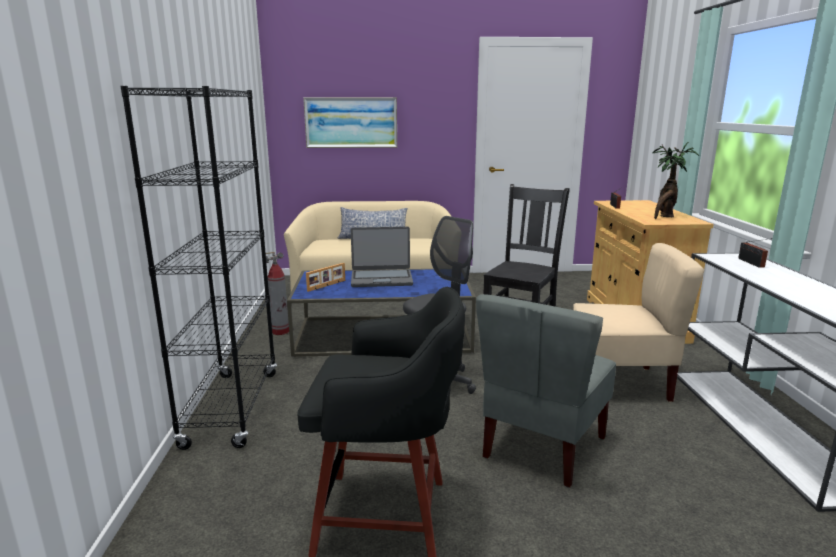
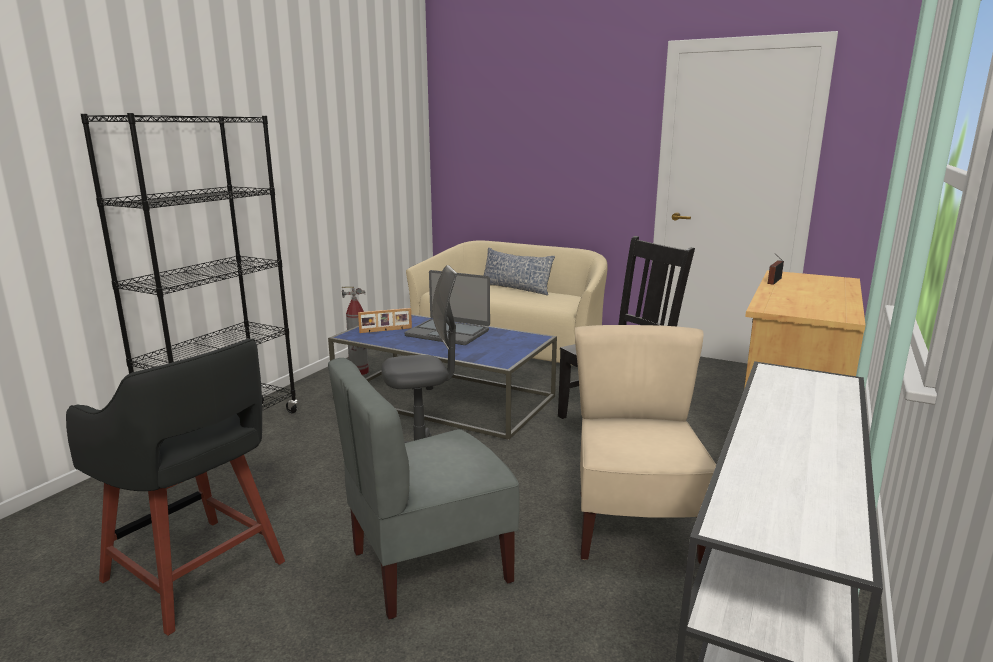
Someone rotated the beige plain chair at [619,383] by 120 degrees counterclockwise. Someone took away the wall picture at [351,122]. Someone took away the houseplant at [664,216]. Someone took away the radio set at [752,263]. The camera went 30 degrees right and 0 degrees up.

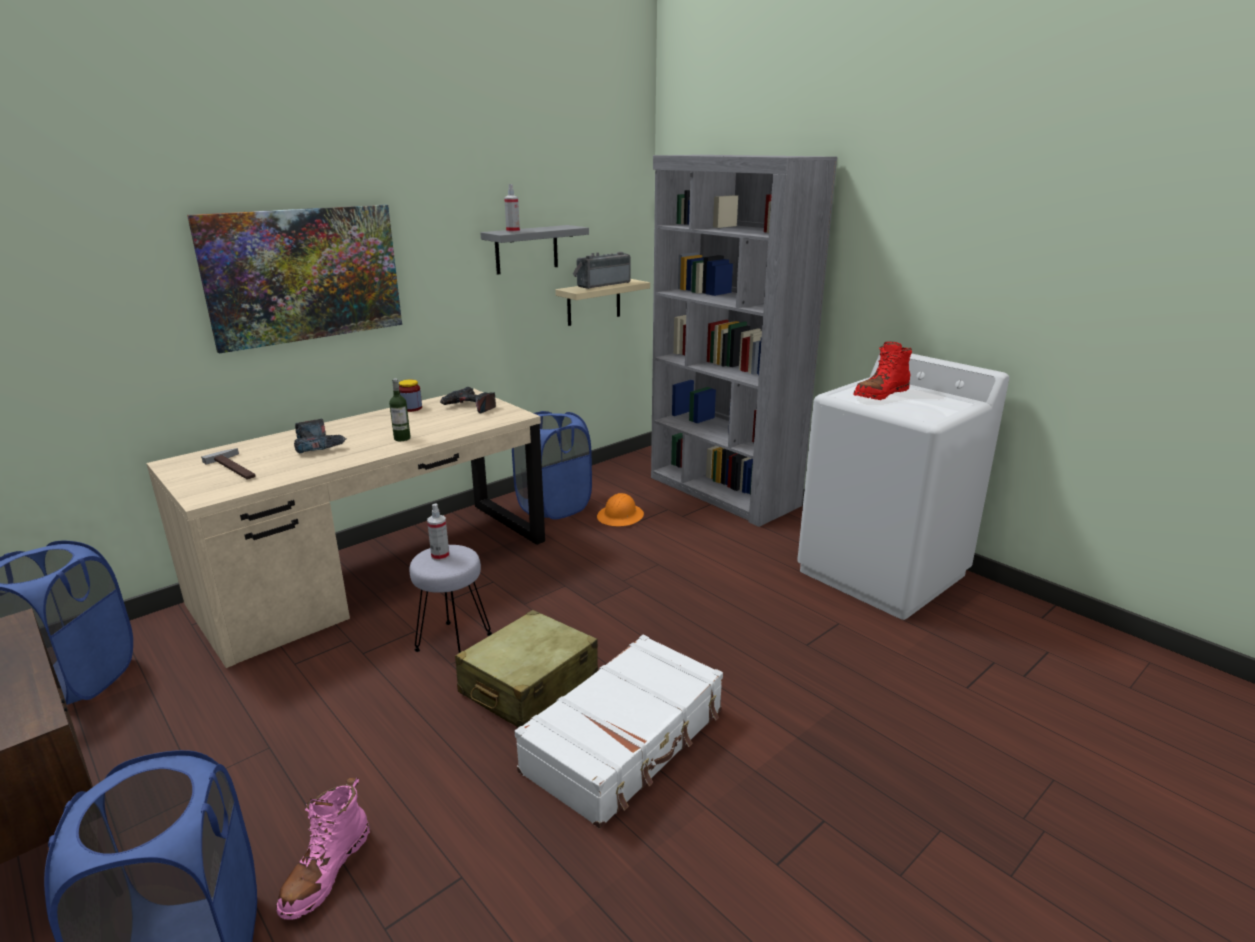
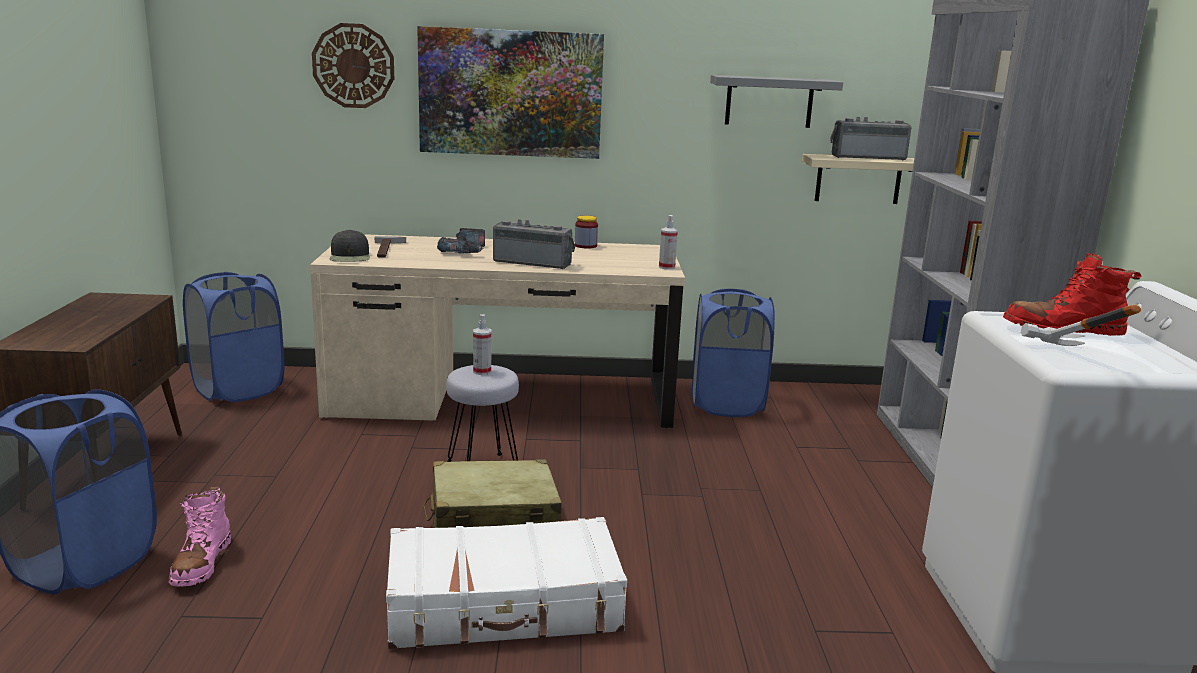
Someone rotated the pink-coloured tall boot at [326,871] by 60 degrees counterclockwise. Someone put up the wall clock at [353,66]. Someone put down the black peaked cap at [350,256]. Someone swapped the beverage bottle at [402,438] for the radio set at [533,262]. Someone carried the sprayer from [513,231] to [666,267]. Someone put down the hammer at [1067,358]. Someone took away the electric drill at [469,407]. Someone took away the orange hard hat at [620,517]. The camera went 40 degrees right and 5 degrees down.

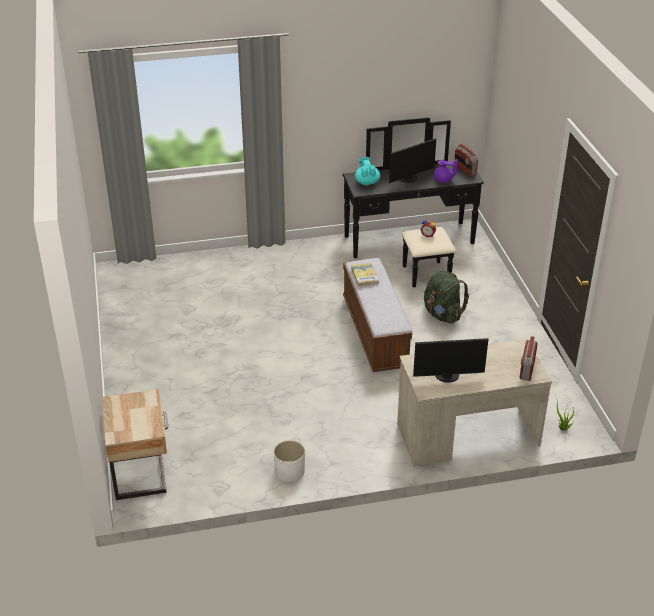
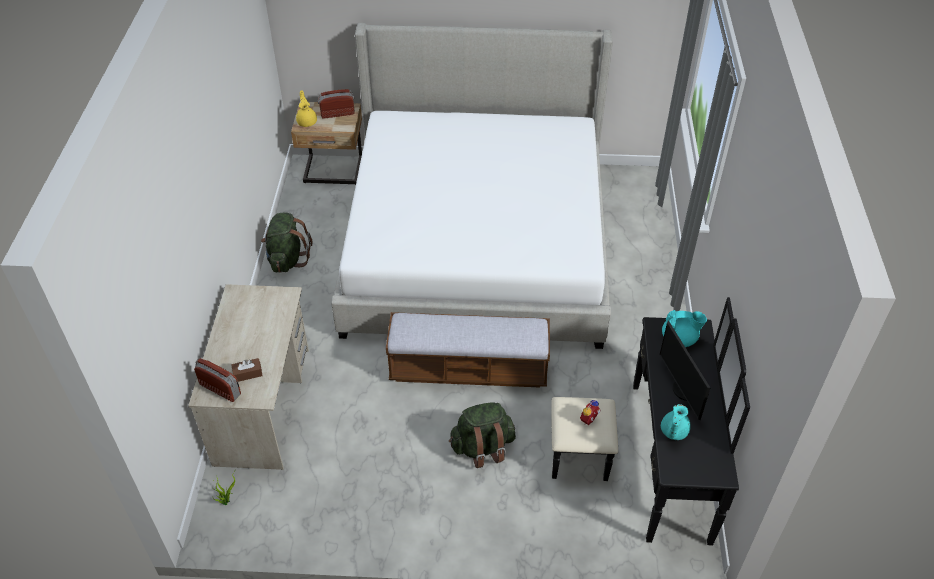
Someone put down the brown tissue box at [248,373]. Someone swapped the whitish flower pot at [290,471] for the green rucksack at [287,259]. Someone put down the yellow-coloured tea pot at [307,121]. Someone carried the radio set from [464,169] to [337,114]. Someone put down the bedroom bed at [476,245]. Someone repainted the purplish tea pot at [443,180], which became the turquoise tea pot at [673,431]. Someone took away the volume at [364,276]. Someone took away the computer screen at [447,376]. The camera went 105 degrees right and 10 degrees up.

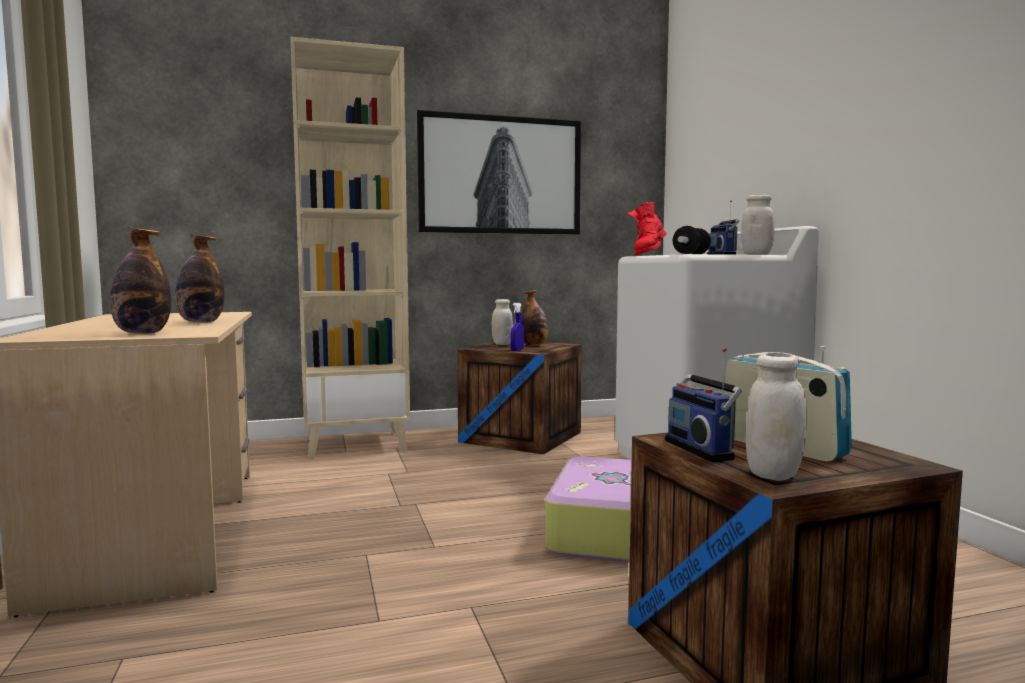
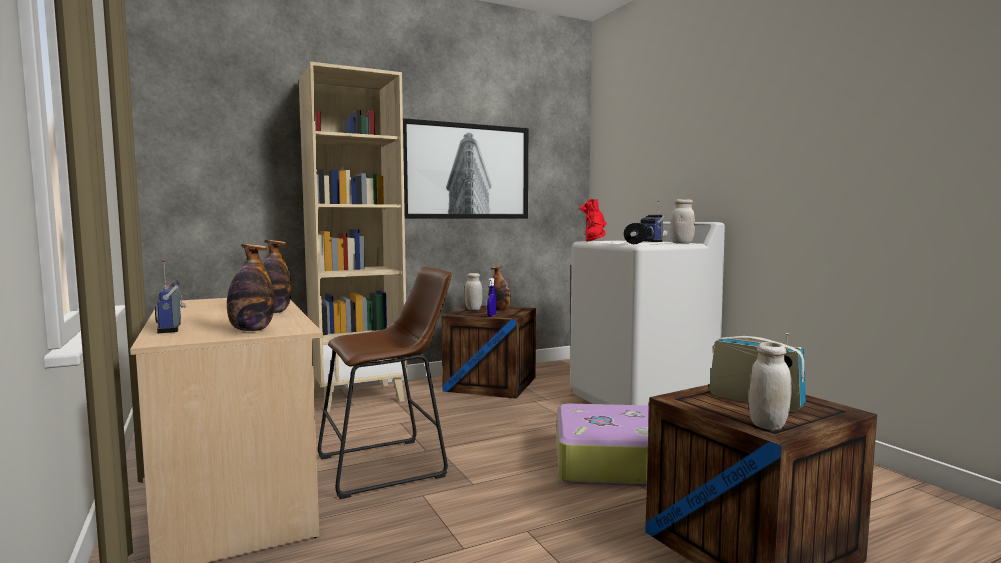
Someone carried the radio set from [702,449] to [172,327]. Someone put down the brown stool seat at [389,466]. The camera went 10 degrees left and 0 degrees up.

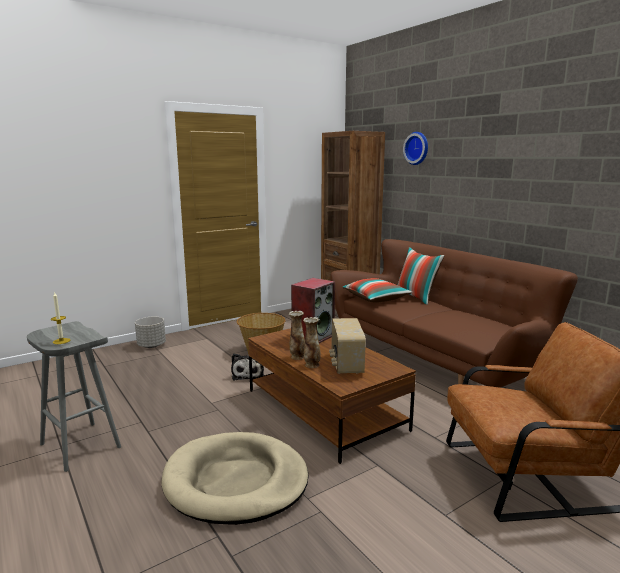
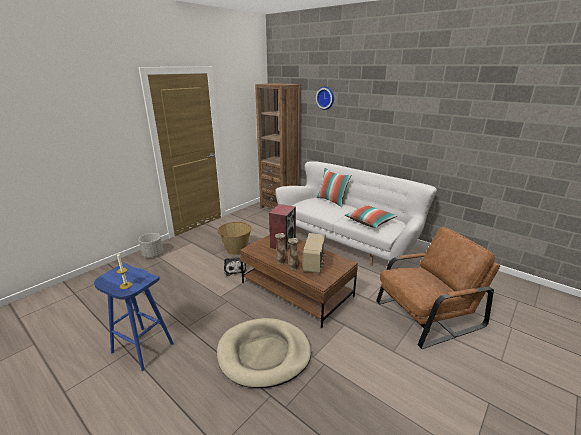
Someone repainted the grey stool seat at [79,445], which became the blue stool seat at [141,348]. Someone repainted the brown settee at [436,360], which became the whitish settee at [348,241]. Someone rotated the radio set at [346,364] by 150 degrees counterclockwise. Someone carried the throw pillow from [375,299] to [370,222]. The camera went 15 degrees left and 10 degrees up.

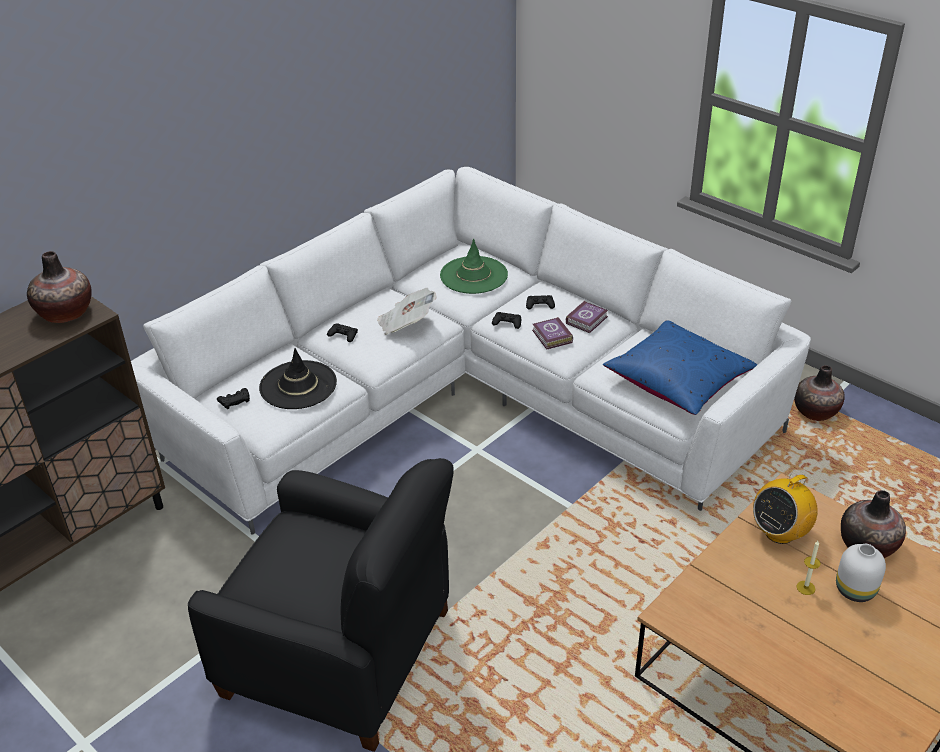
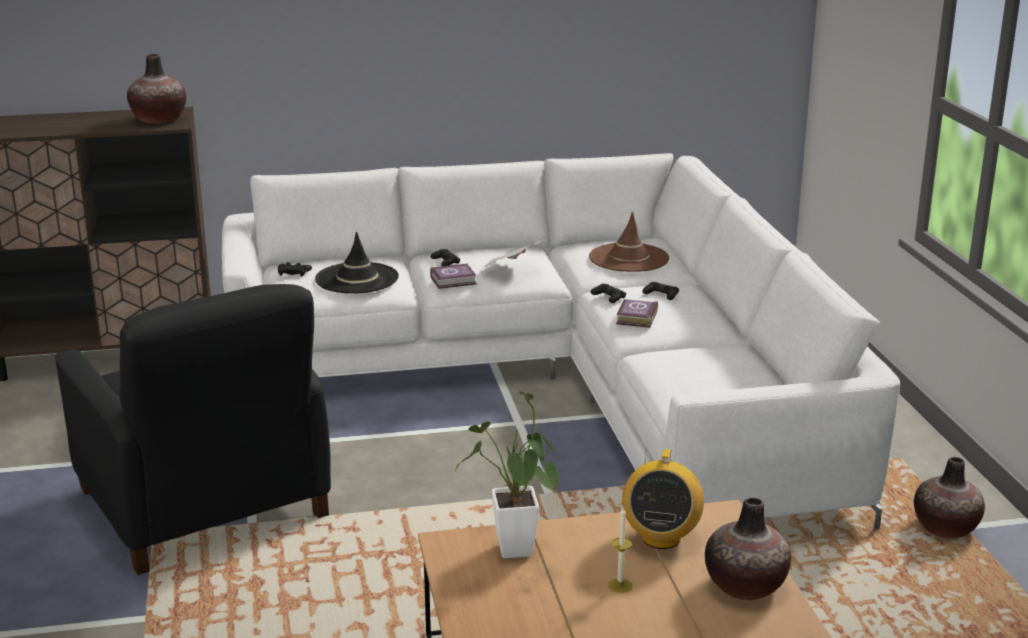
Someone carried the volume from [588,320] to [454,281]. Someone put down the houseplant at [515,555]. Someone repainted the green wearable hat at [473,275], which became the brown wearable hat at [628,258]. Someone rotated the radio set at [780,532] by 75 degrees counterclockwise. Someone took away the blue throw pillow at [677,381]. Someone took away the whitish vase at [854,589]. The camera went 35 degrees right and 15 degrees down.

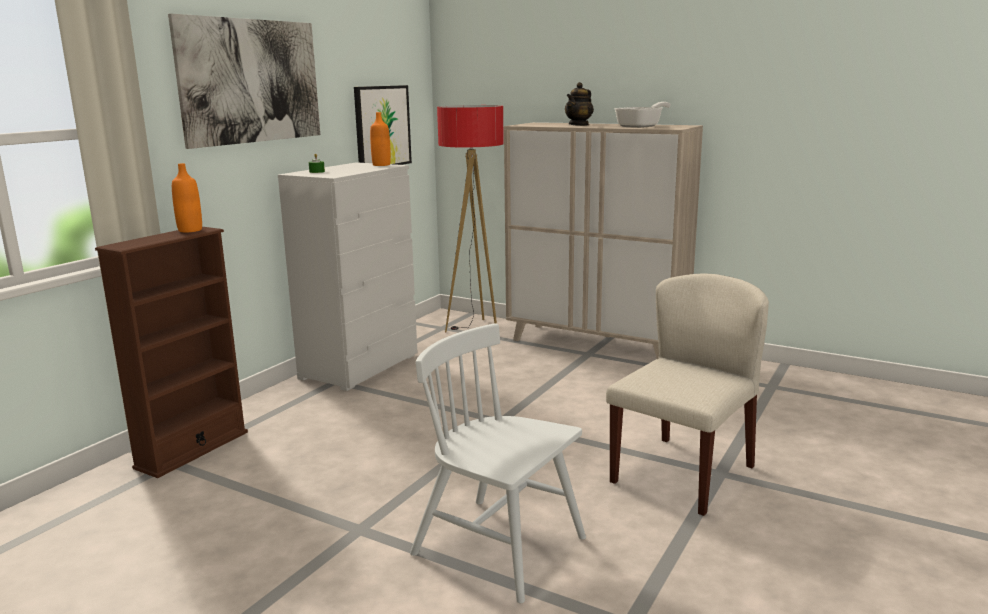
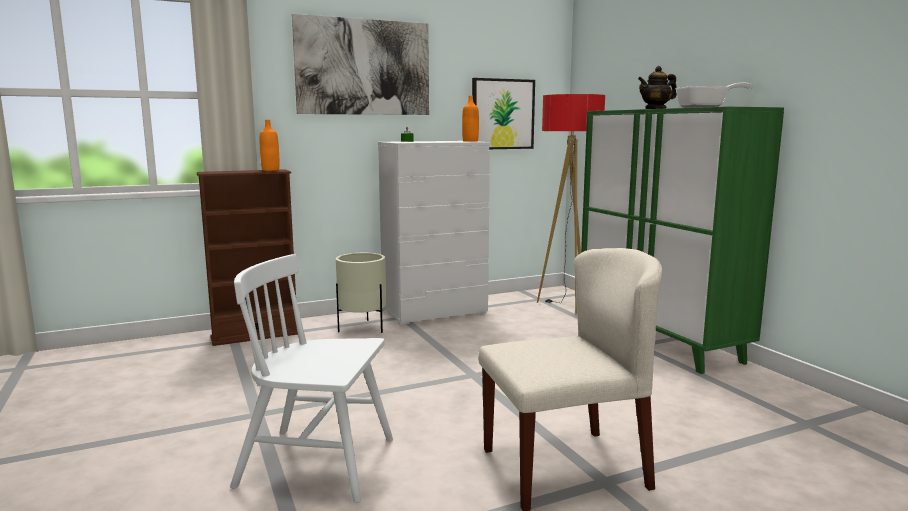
Someone rotated the whitish plain chair at [499,547] by 60 degrees counterclockwise. Someone put down the beige flower pot at [362,328]. Someone repainted the beige storage cabinet at [596,344], which became the green storage cabinet at [658,339]. The camera went 35 degrees right and 5 degrees down.

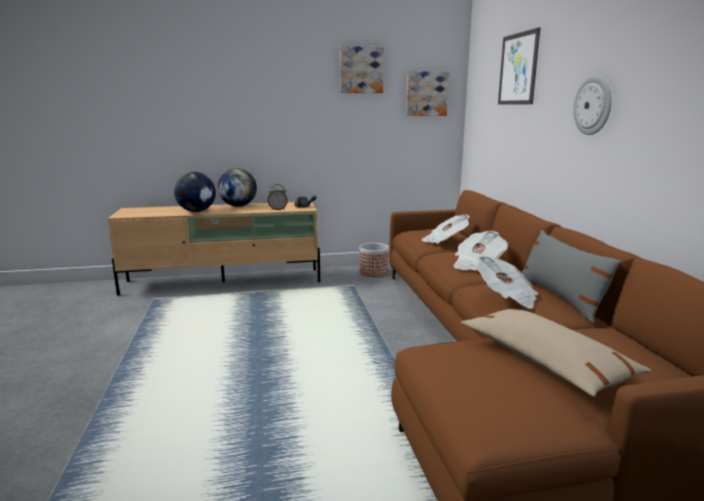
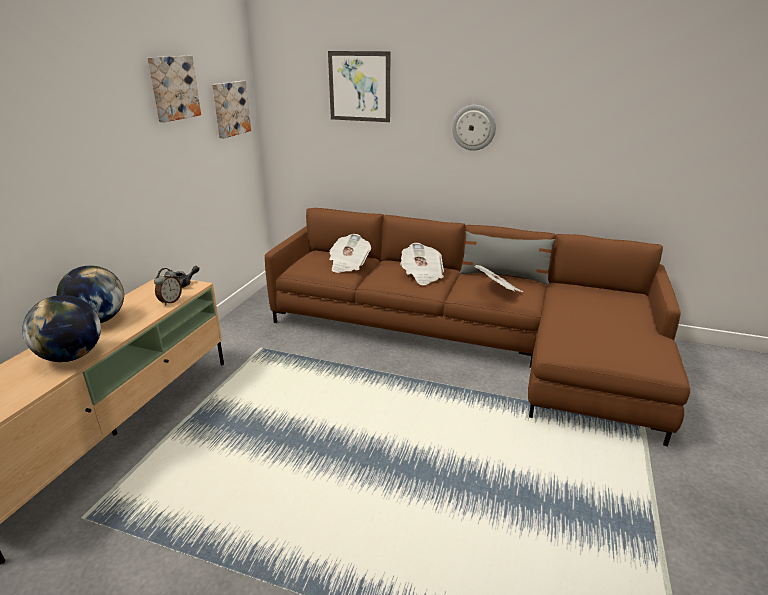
Someone took away the flower pot at [373,272]. Someone took away the beige throw pillow at [544,361]. The camera went 60 degrees left and 10 degrees up.

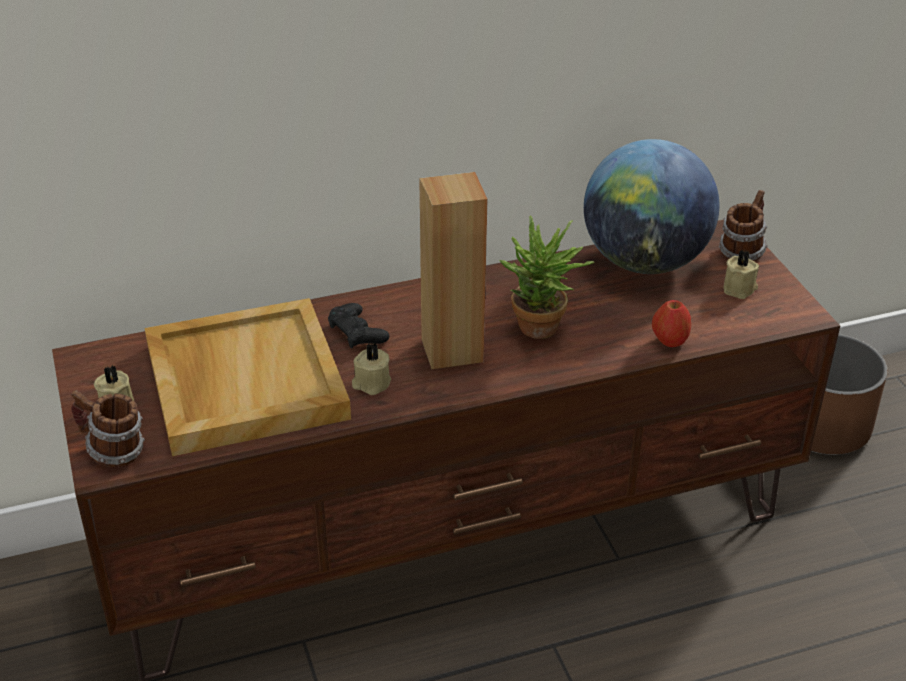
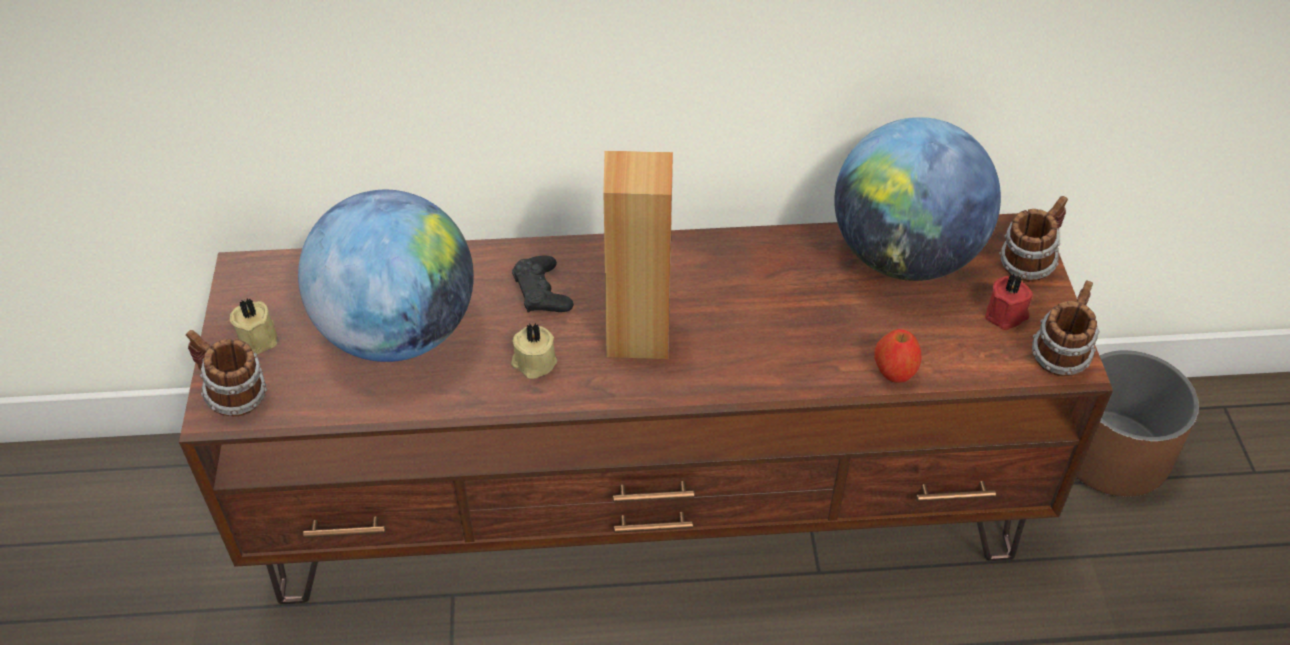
Someone swapped the beige tray at [243,381] for the globe at [399,332]. Someone repainted the beige candle at [740,289], which became the red candle at [1006,315]. Someone put down the mug at [1060,354]. Someone took away the houseplant at [541,332]. The camera went 15 degrees right and 10 degrees up.

